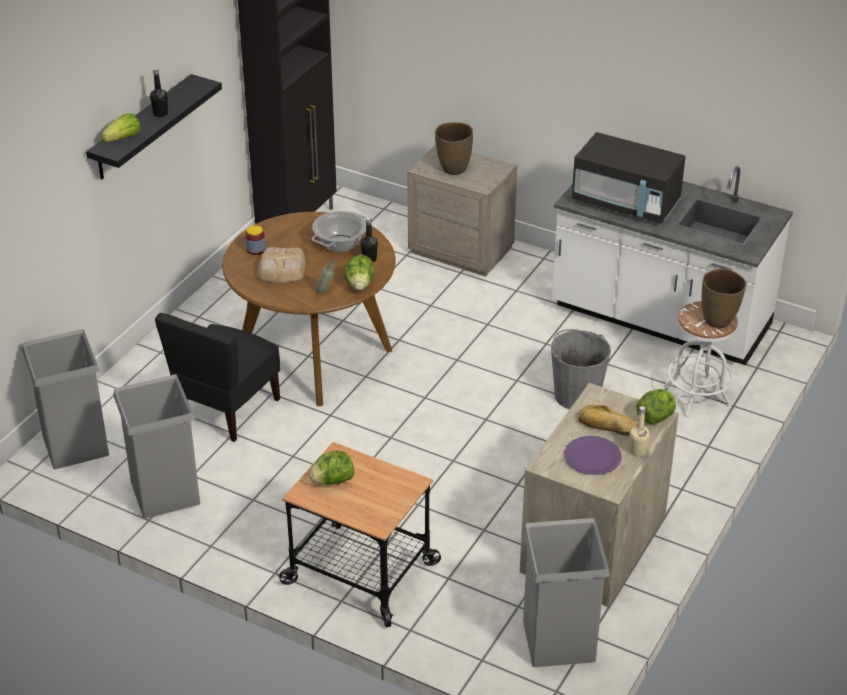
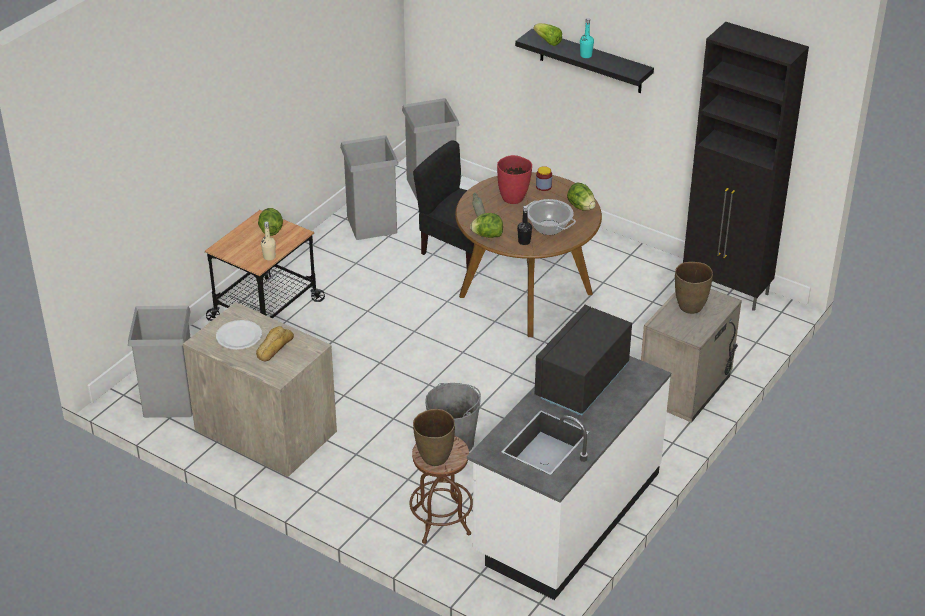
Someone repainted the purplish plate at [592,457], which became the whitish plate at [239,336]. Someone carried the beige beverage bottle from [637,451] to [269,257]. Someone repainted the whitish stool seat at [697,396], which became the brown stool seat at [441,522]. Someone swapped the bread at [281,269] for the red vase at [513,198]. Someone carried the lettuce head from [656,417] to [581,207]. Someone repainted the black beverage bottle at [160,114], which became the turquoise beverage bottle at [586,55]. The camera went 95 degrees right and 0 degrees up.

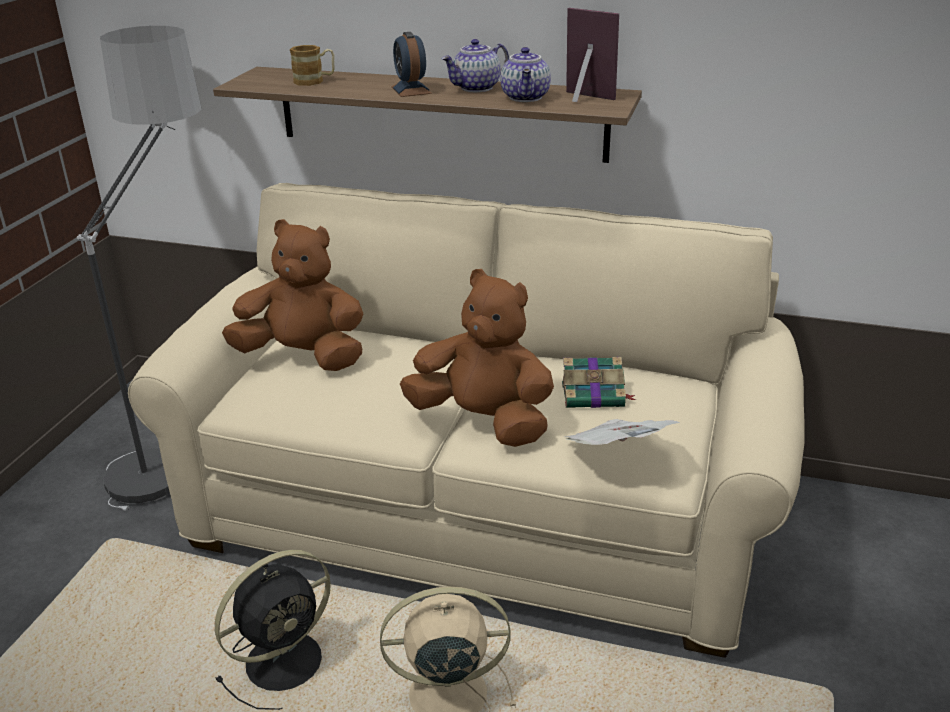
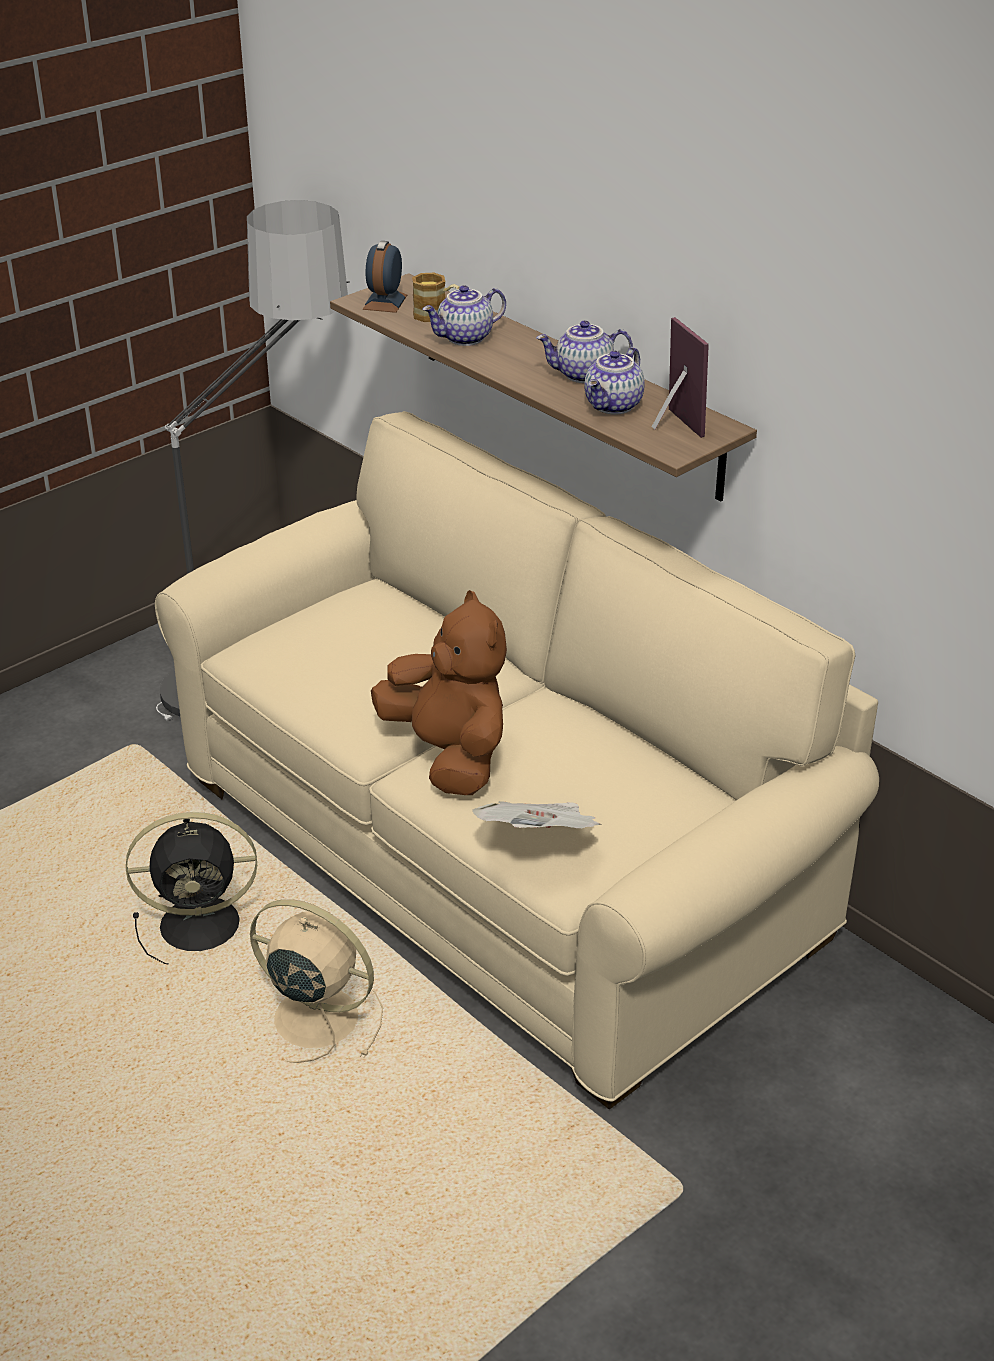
Someone carried the table clock from [411,90] to [385,302]. Someone put down the tea pot at [465,338]. Someone took away the brown plush toy at [303,357]. Someone took away the volume at [594,395]. The camera went 30 degrees right and 5 degrees up.

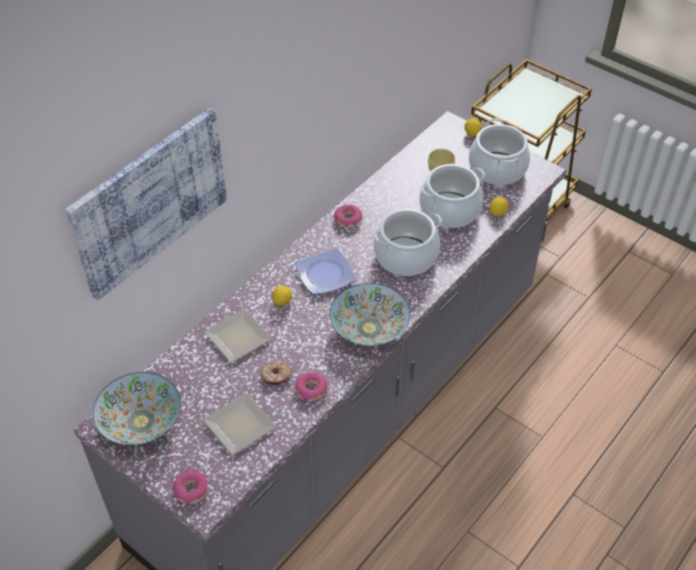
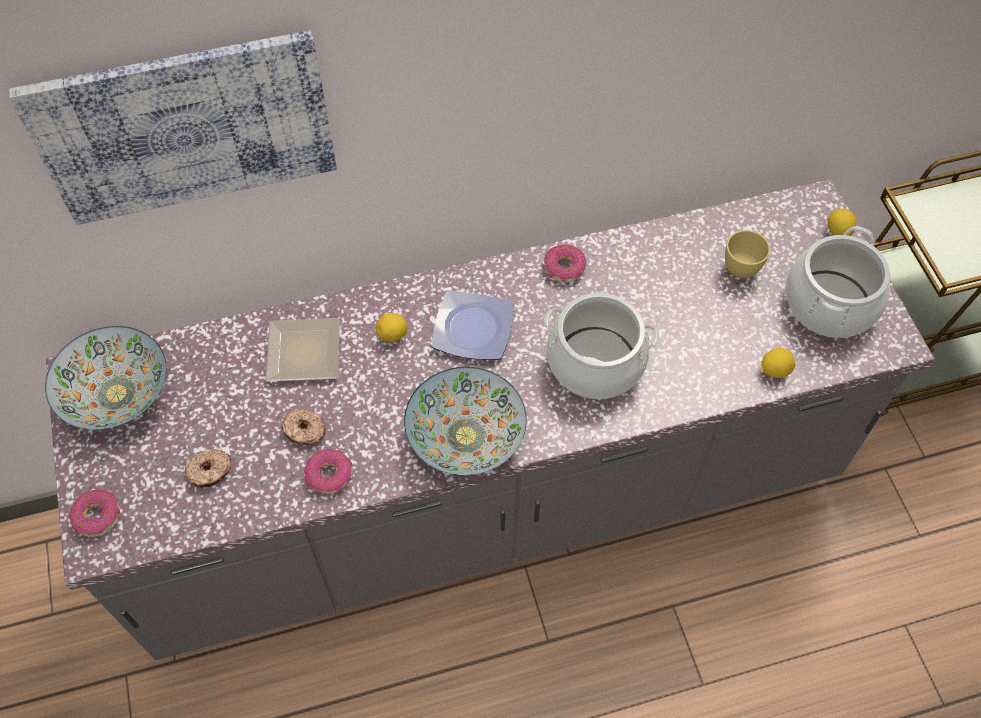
Someone swapped the plate at [239,428] for the donut at [210,472]. Someone took away the stockpot at [450,210]. The camera went 35 degrees right and 10 degrees up.

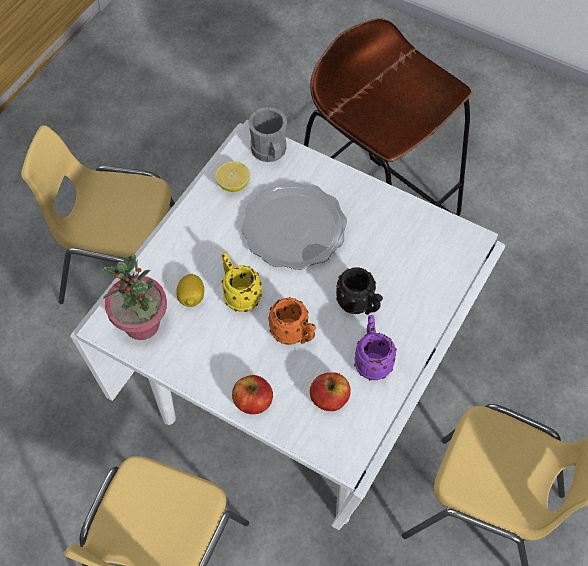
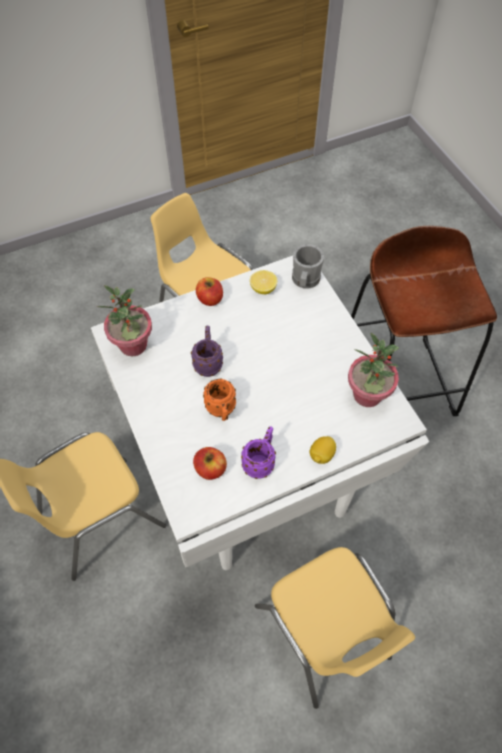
Someone repainted the yellow-coloured mug at [239,294], which became the purplish mug at [208,362]. Someone carried the apple from [253,401] to [210,299]. Someone carried the lemon from [191,297] to [321,455]. Someone put down the houseplant at [367,395]. Someone took away the plate at [293,229]. Someone took away the black mug at [359,306]. The camera went 35 degrees right and 0 degrees up.

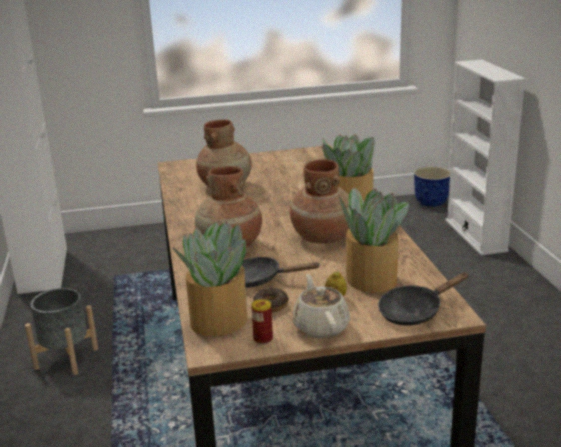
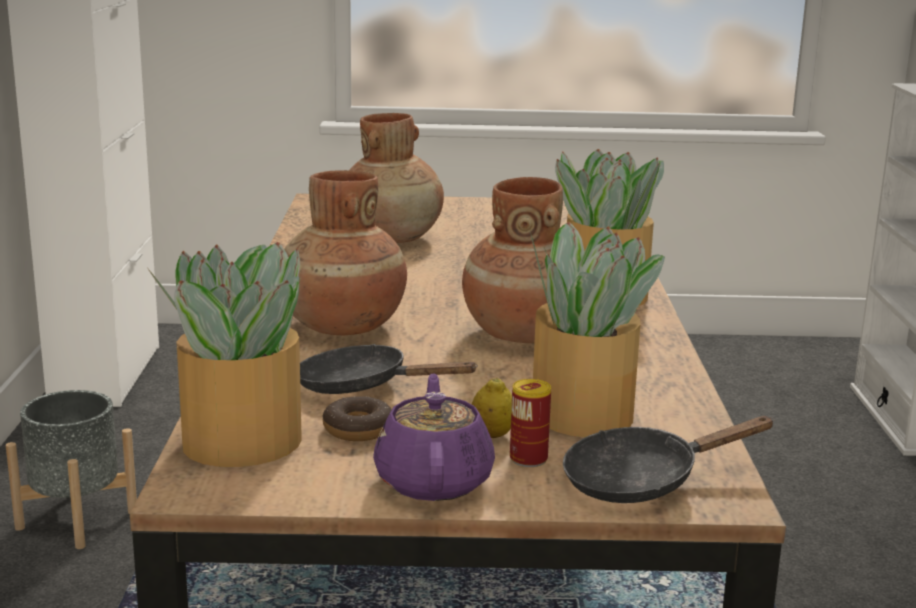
Someone repainted the beige tea pot at [321,327], which became the purplish tea pot at [434,480]. Someone carried the can from [263,339] to [528,459]. Someone took away the flower pot at [431,203]. The camera went 10 degrees right and 5 degrees down.

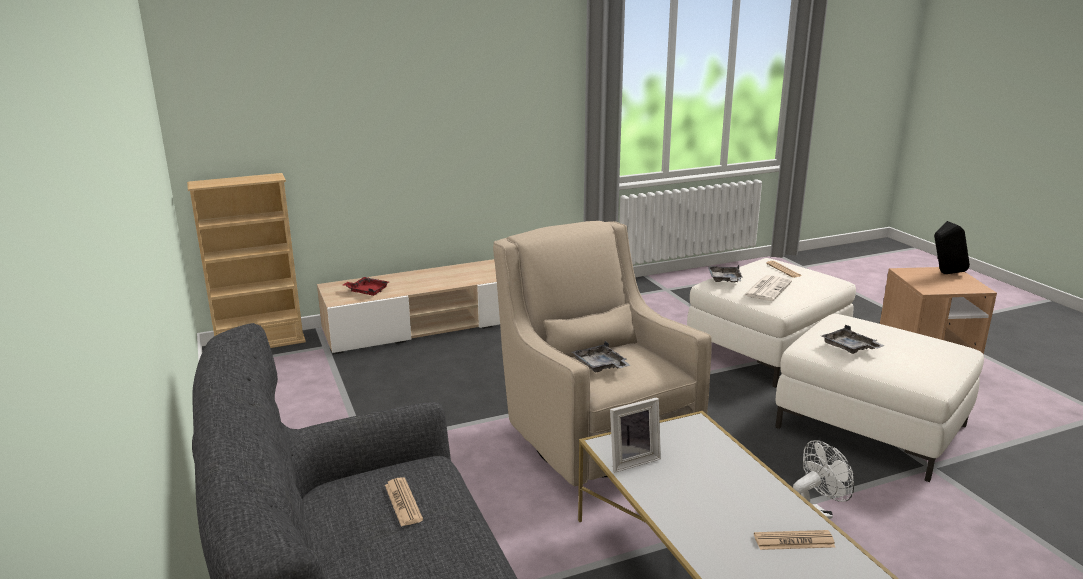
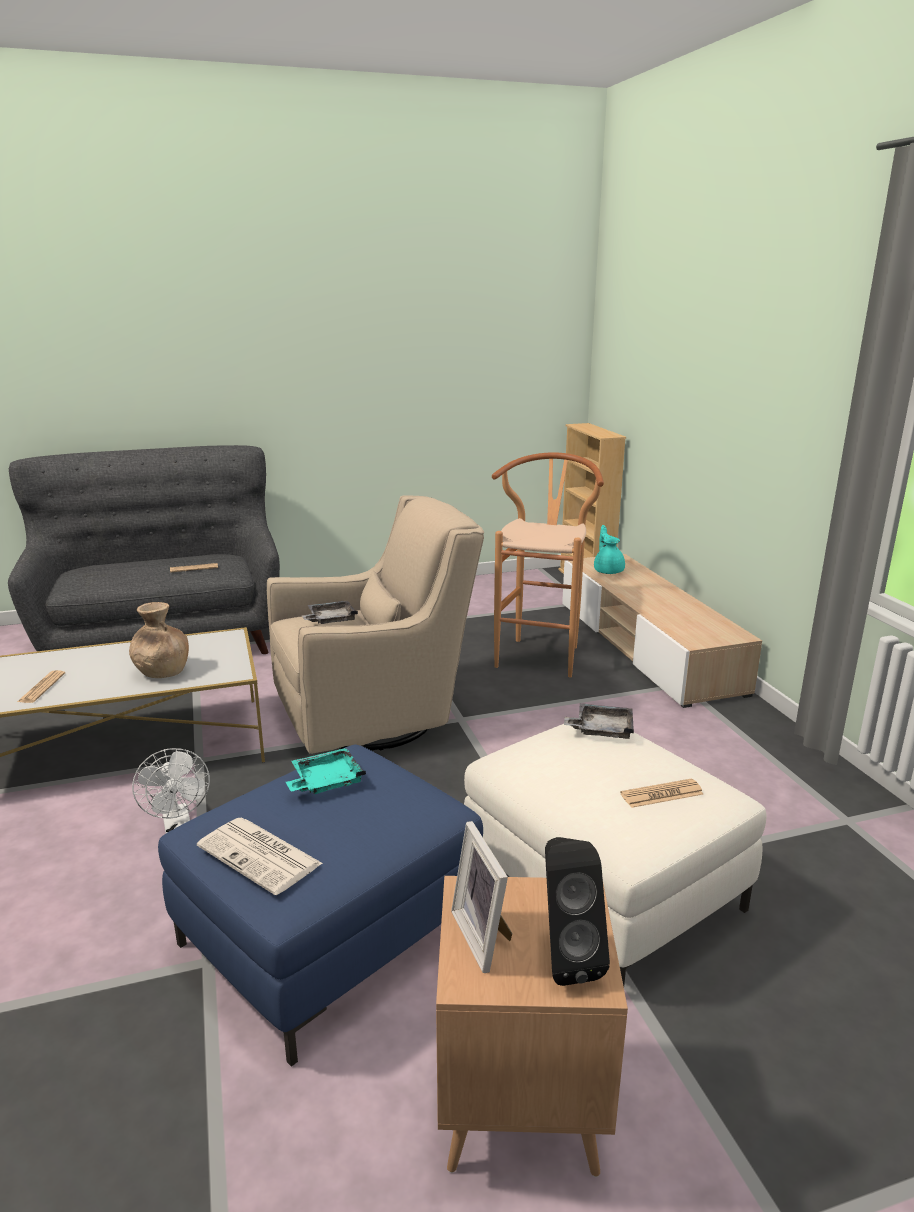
Someone put down the brown vase at [162,671]. Someone repainted the whitish footrest at [871,427], which became the blue footrest at [329,934]. Someone carried the newspaper from [767,288] to [261,856]. Someone repainted the grey tray at [849,348], which became the turquoise tray at [325,781]. Someone carried the photo frame from [632,460] to [485,936]. Someone put down the brown stool seat at [541,653]. Someone swapped the red tray at [367,291] for the turquoise tea pot at [608,570]. The camera went 95 degrees right and 0 degrees up.

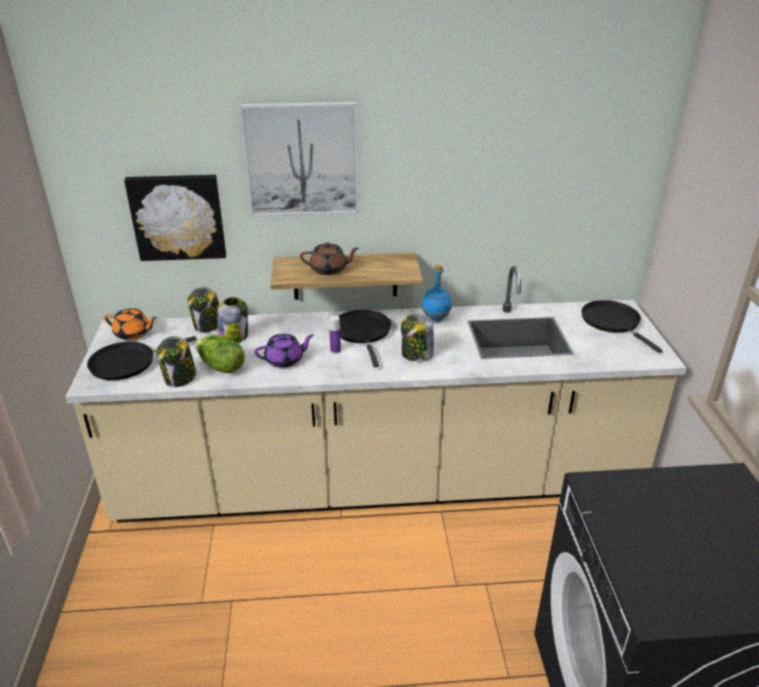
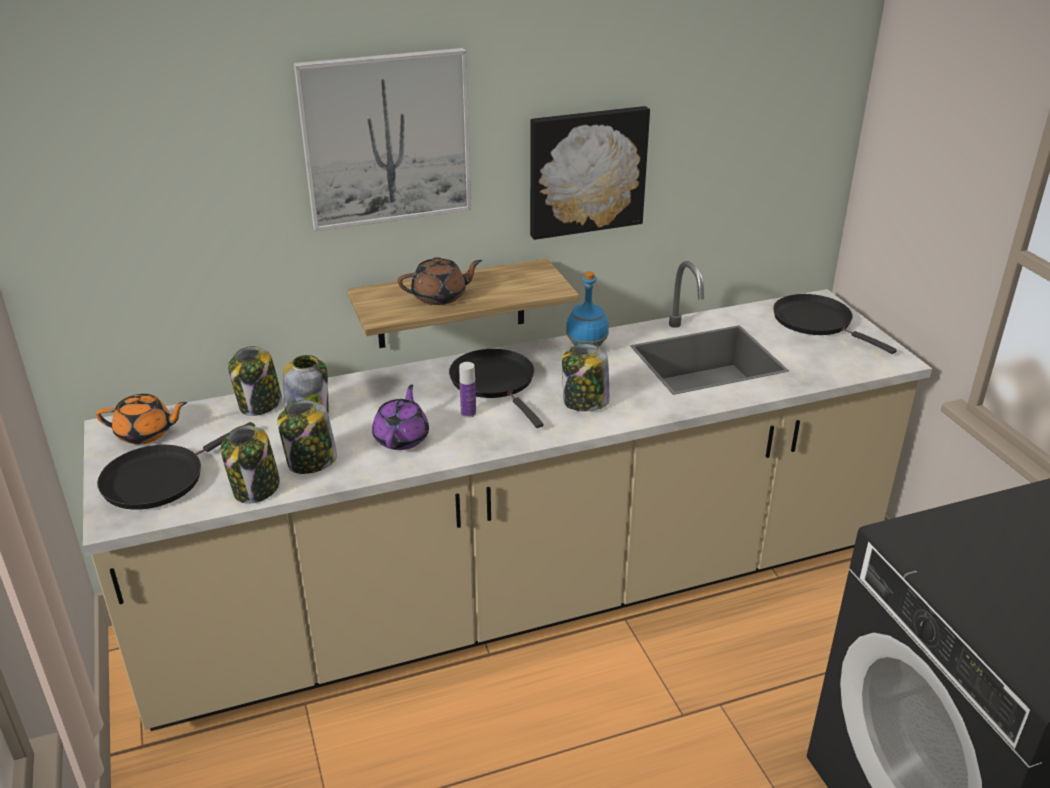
Someone swapped the lettuce head at [221,367] for the preserve jar at [311,462]. Someone rotated the purplish tea pot at [285,360] by 45 degrees counterclockwise. Someone carried the wall picture from [178,217] to [586,171]. The camera went 15 degrees left and 0 degrees up.

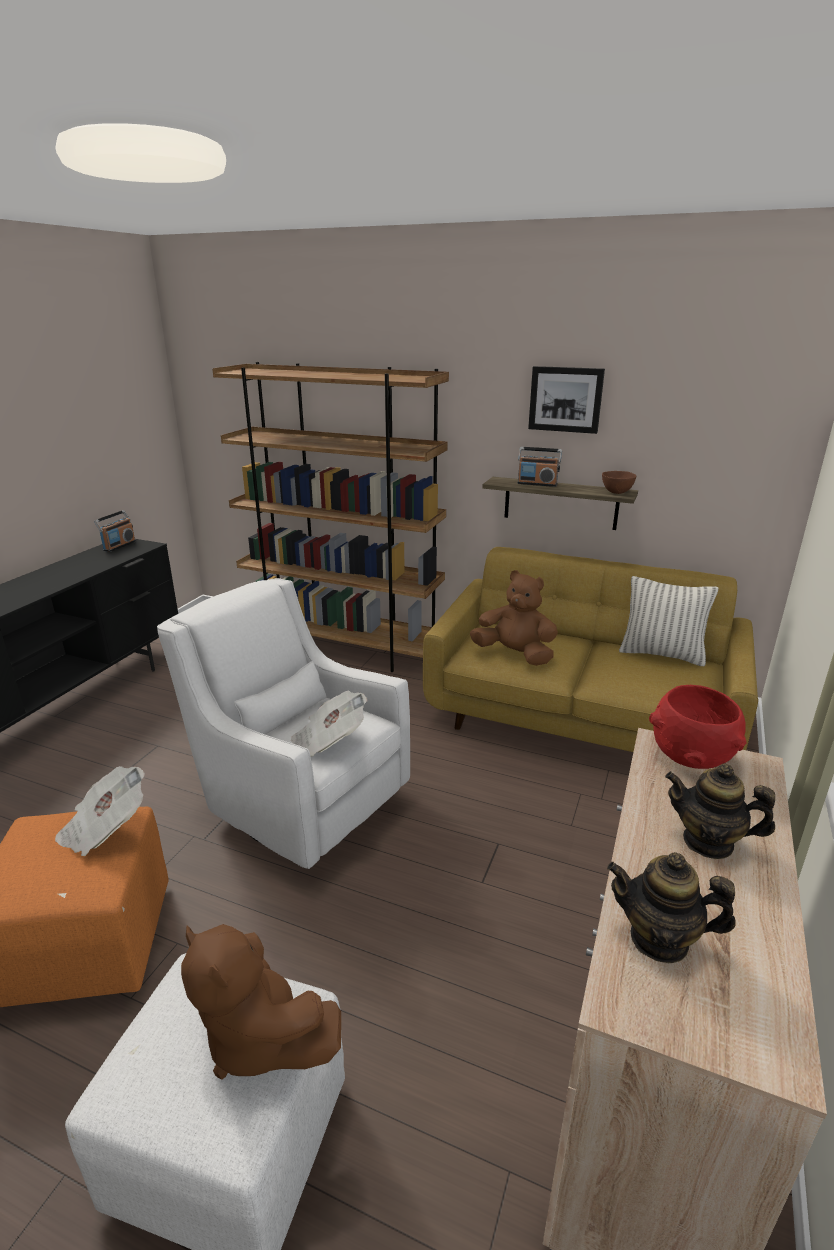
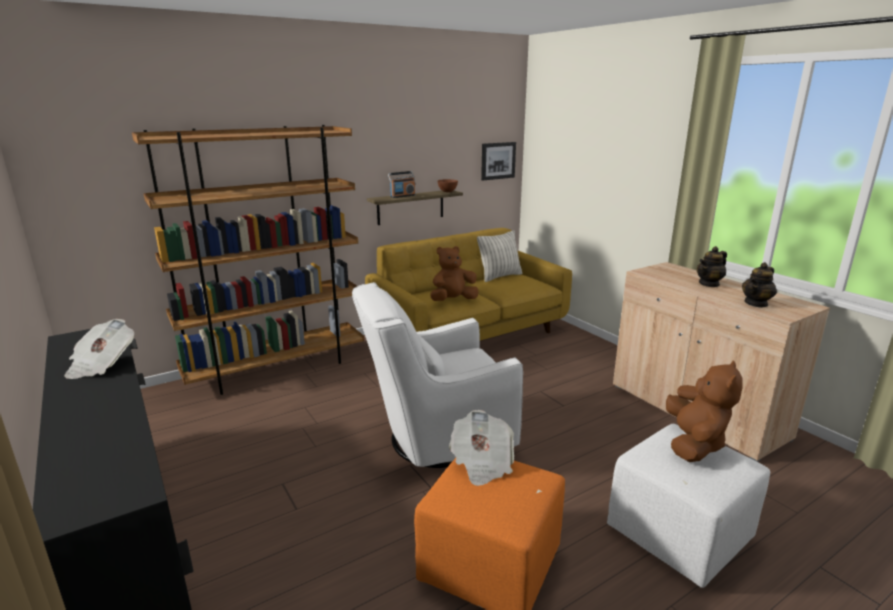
Someone carried the newspaper from [329,739] to [101,365]. Someone carried the wall picture from [565,399] to [497,160]. Someone rotated the brown plush toy at [259,1036] by 60 degrees counterclockwise. Someone took away the radio set at [119,546]. Someone took away the red serving bowl at [690,757]. The camera went 55 degrees left and 5 degrees down.

